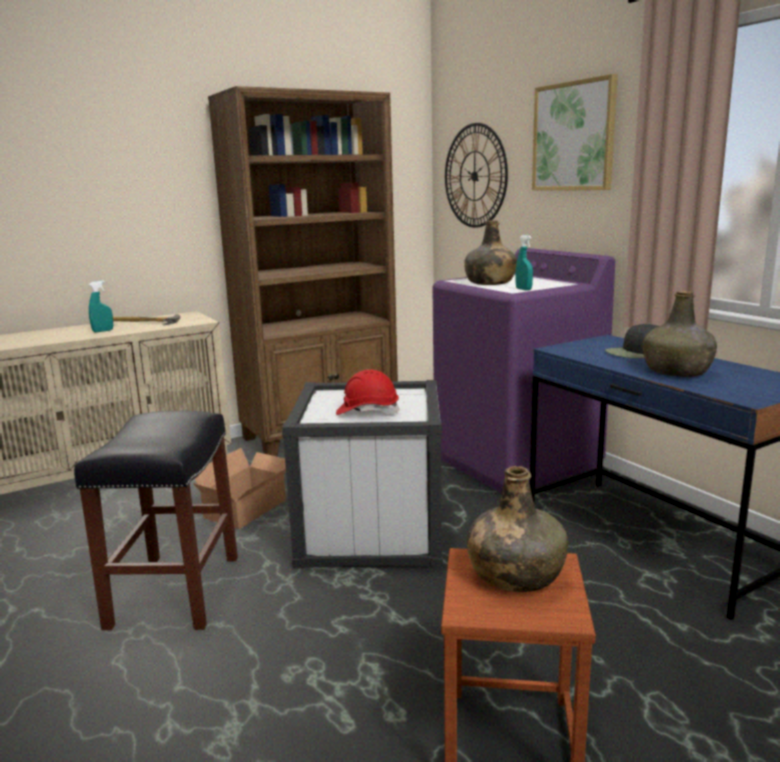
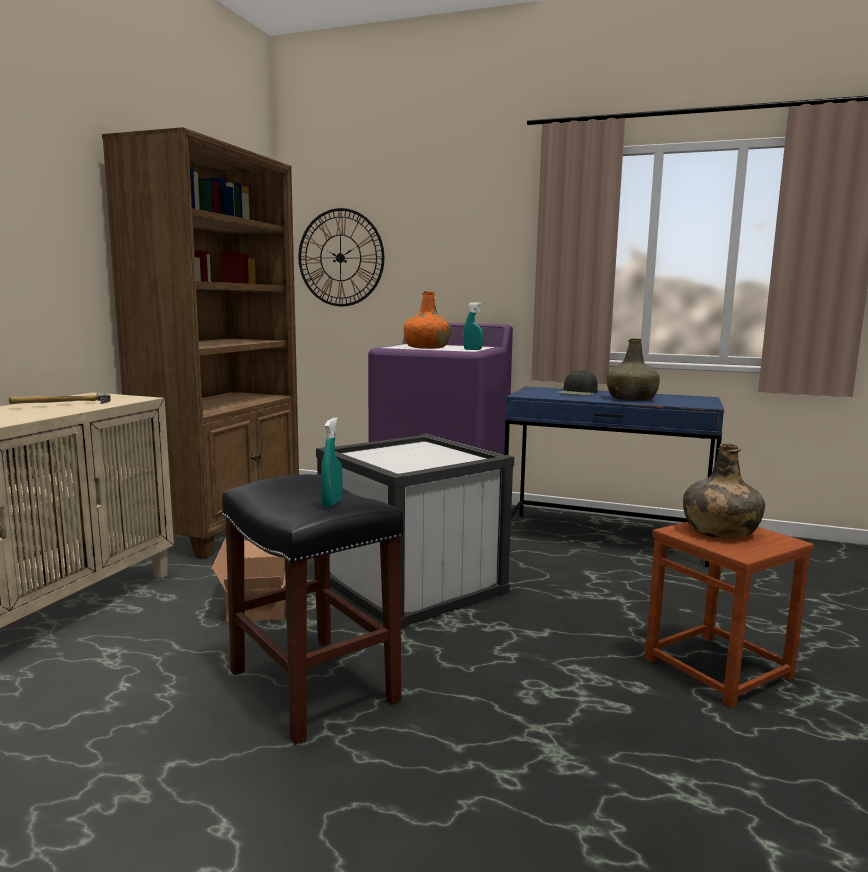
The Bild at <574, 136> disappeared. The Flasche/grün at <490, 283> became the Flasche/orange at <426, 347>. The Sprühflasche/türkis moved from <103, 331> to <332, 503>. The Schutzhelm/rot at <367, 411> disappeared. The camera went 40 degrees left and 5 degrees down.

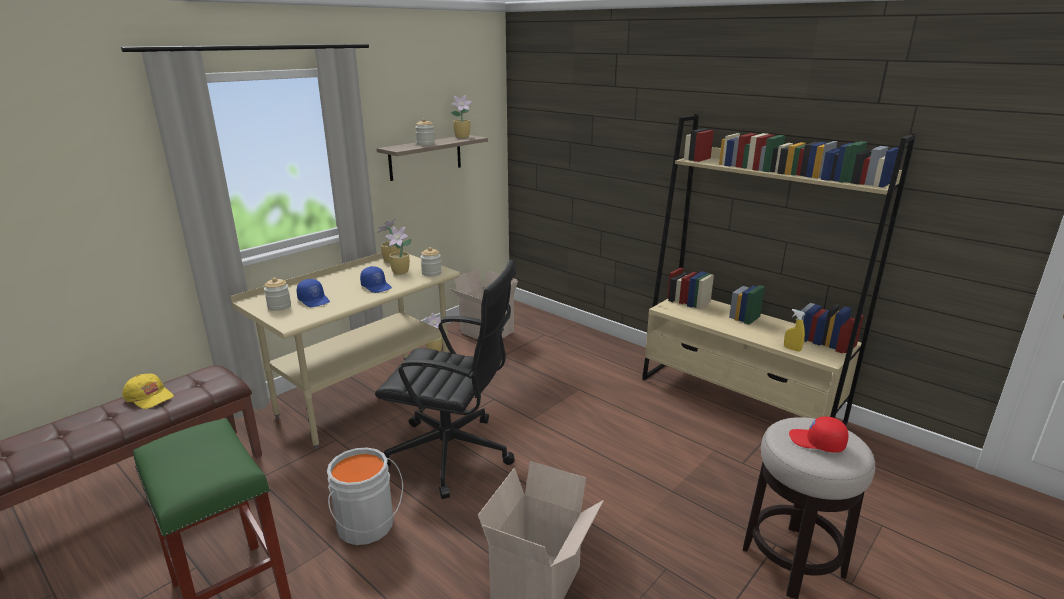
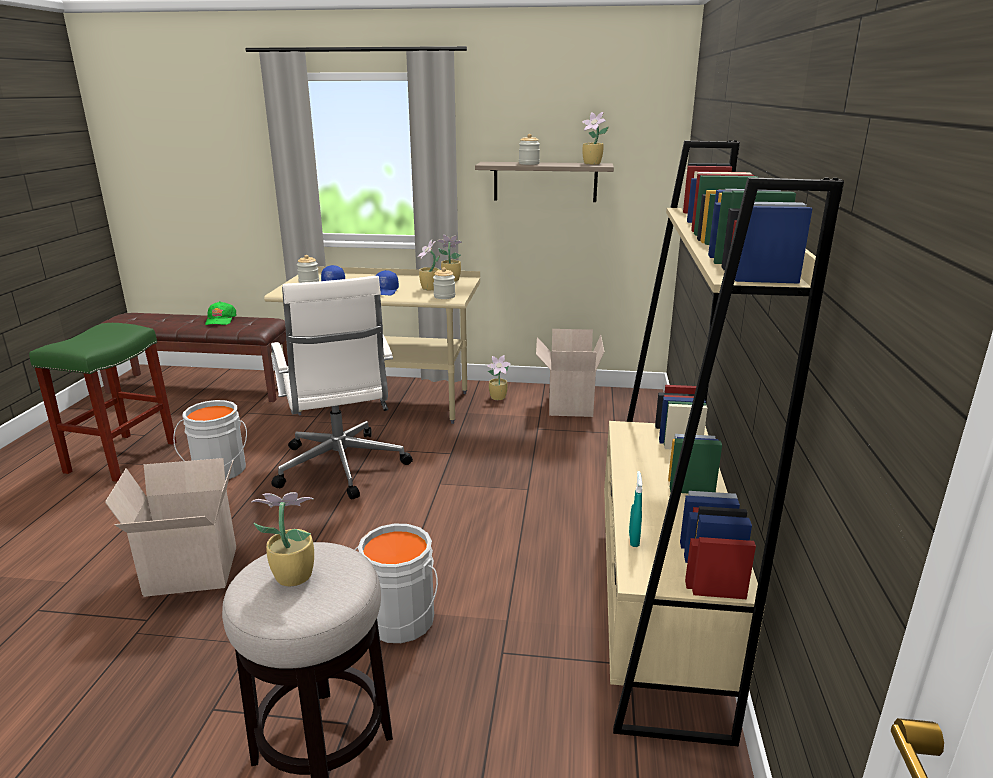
The Bürostuhl/schwarz at <453, 454> became the Bürostuhl/weiß at <341, 468>. The Sprühflasche/gelb at <792, 349> became the Sprühflasche/türkis at <634, 540>. The Kappe/gelb at <149, 397> became the Kappe/grün at <220, 320>. The Kappe/rot at <817, 442> was replaced by the Topfpflanze at <292, 576>. The Eimer/grau at <397, 622> appeared. The camera went 55 degrees right and 0 degrees up.

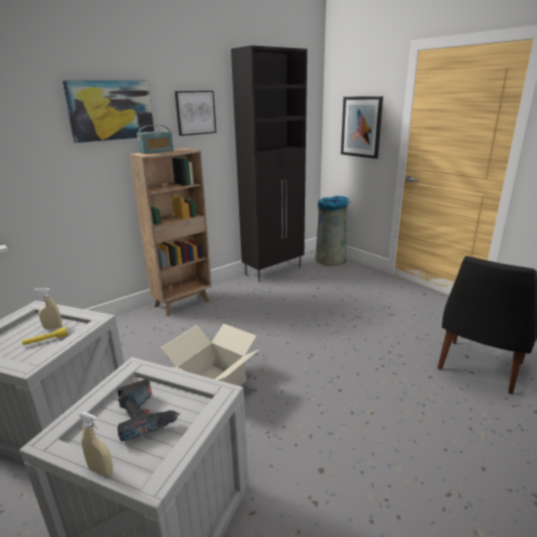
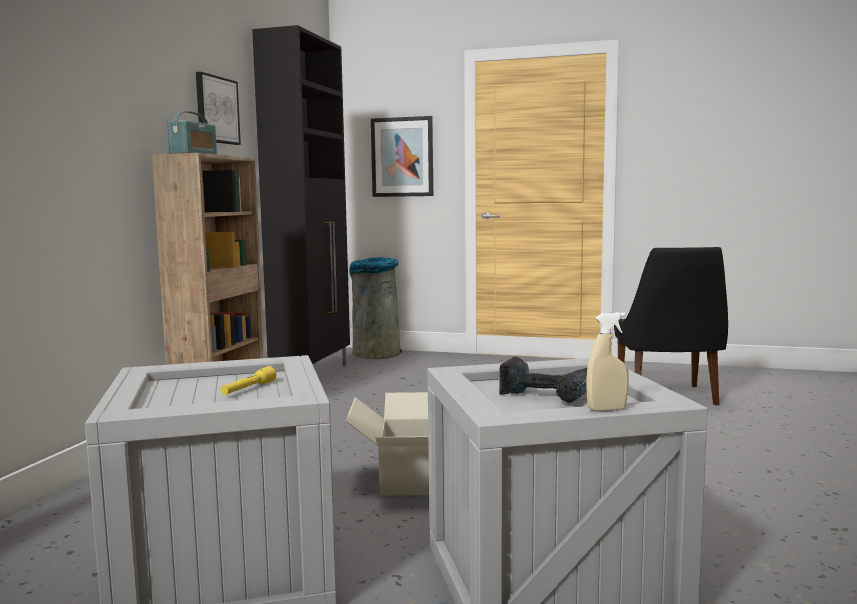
The Bild at <111, 110> disappeared. The Sprühflasche/beige at <52, 327> disappeared. The camera went 35 degrees left and 15 degrees down.

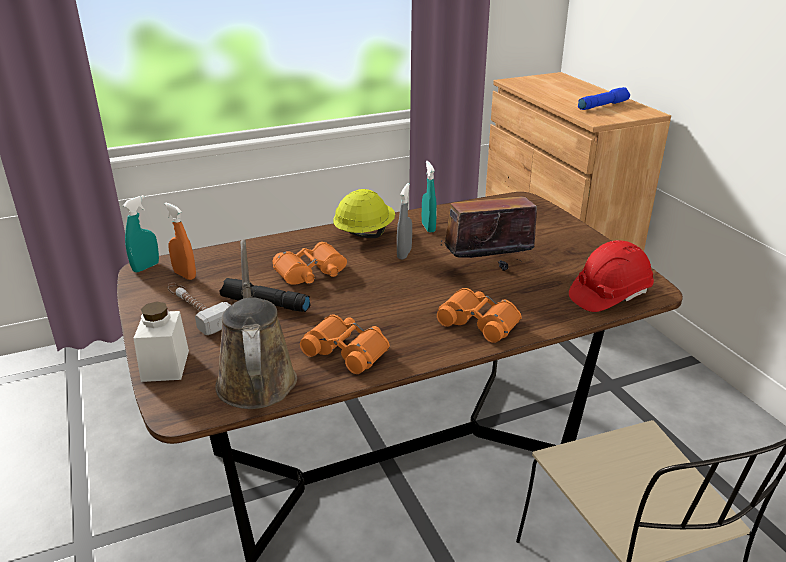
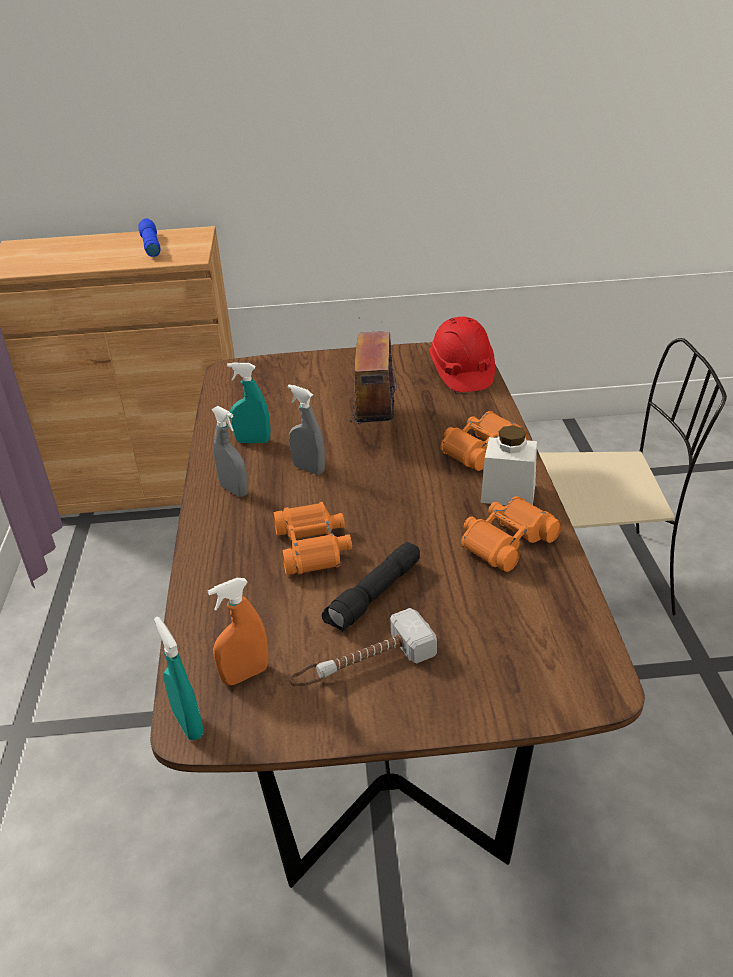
The Schutzhelm/gelb at <364, 234> was replaced by the Sprühflasche/grau at <234, 490>. The Gießkanne/braun at <256, 377> disappeared. The Vorratsglas/weiß moved from <165, 365> to <508, 493>. The camera went 70 degrees left and 5 degrees up.

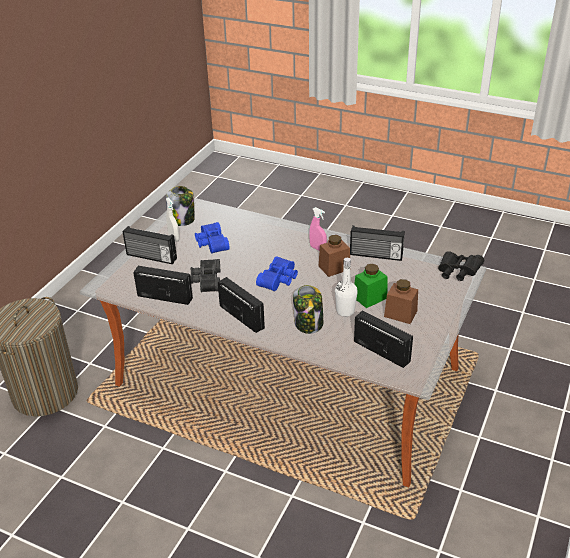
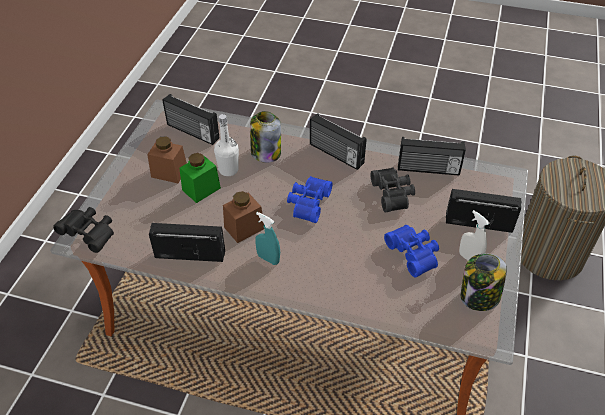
The Sprühflasche/rosa at <318, 248> became the Sprühflasche/türkis at <268, 259>. The camera went 170 degrees right and 10 degrees up.

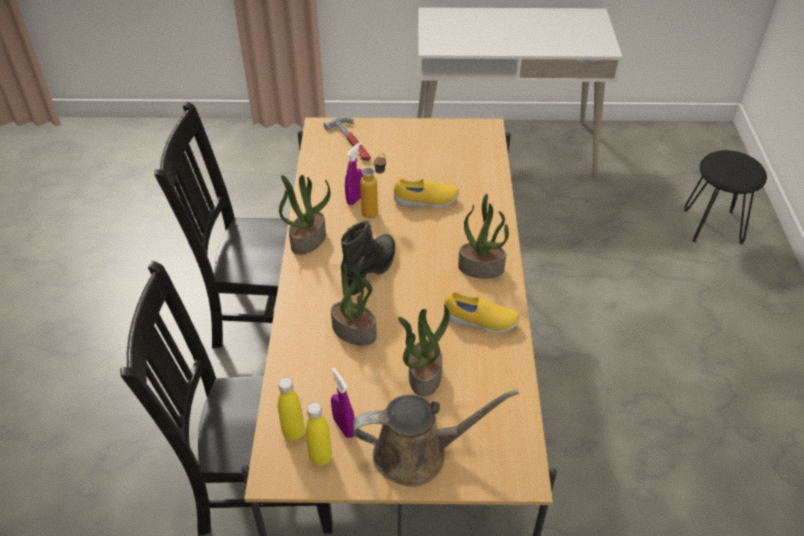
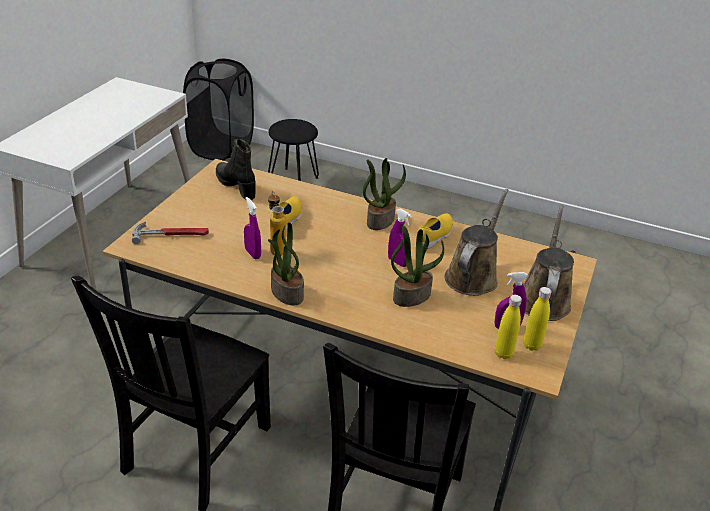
The Stiefel/schwarz moved from <370, 270> to <236, 186>. The Topfpflanze at <424, 375> was replaced by the Gießkanne/braun at <473, 276>. The Wäschekorb/schwarz at <221, 148> appeared. The Sprühflasche/lila at <397, 262> appeared. The camera went 70 degrees left and 10 degrees down.

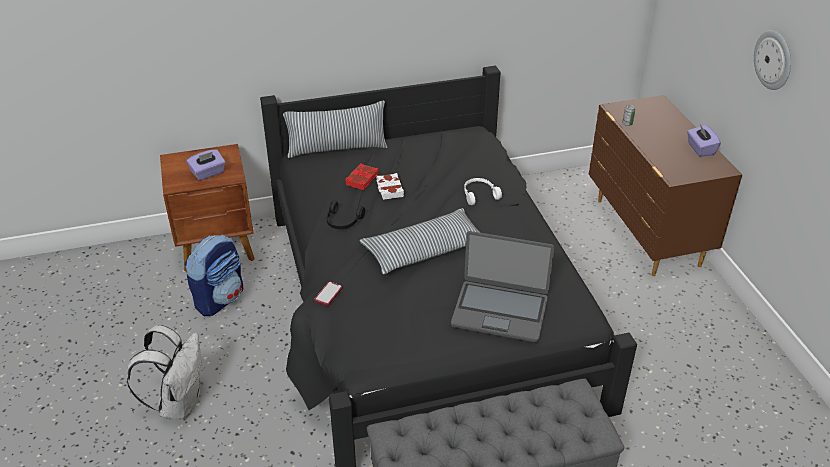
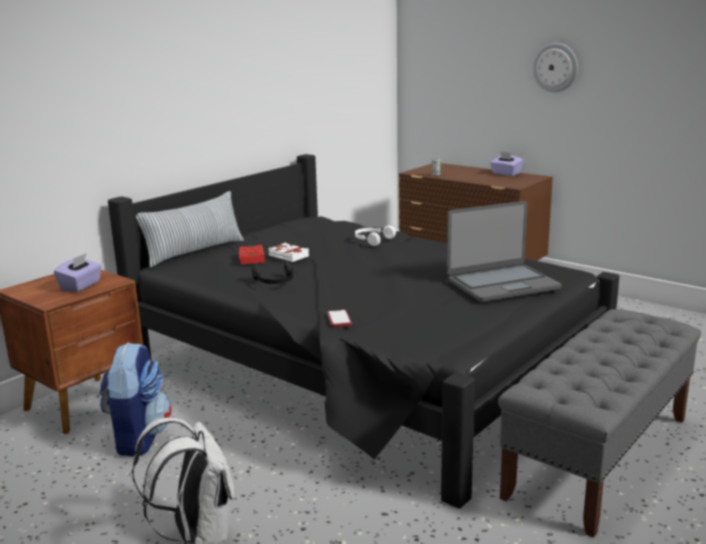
The Kissen at <424, 250> disappeared. The camera went 35 degrees left and 20 degrees down.

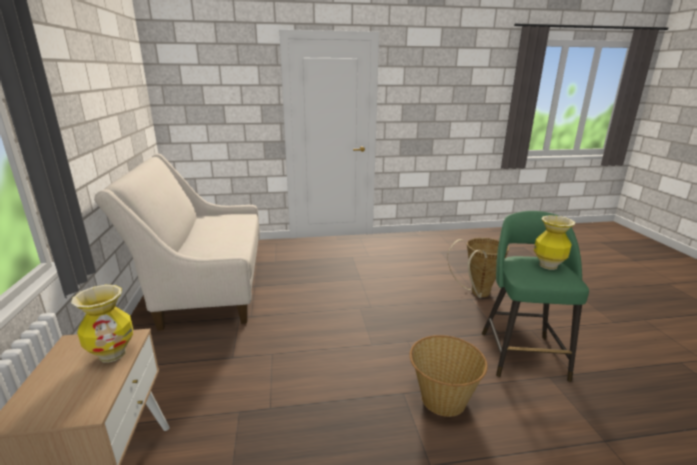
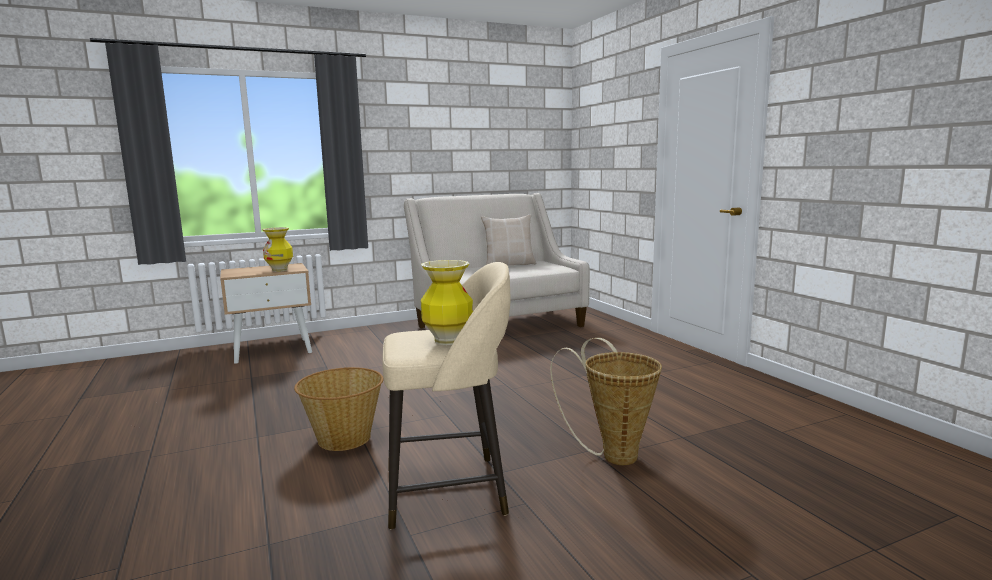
The Hocker/grün at <522, 353> became the Hocker/beige at <449, 490>. The Kissen/beige at <509, 264> appeared. The camera went 75 degrees right and 10 degrees down.

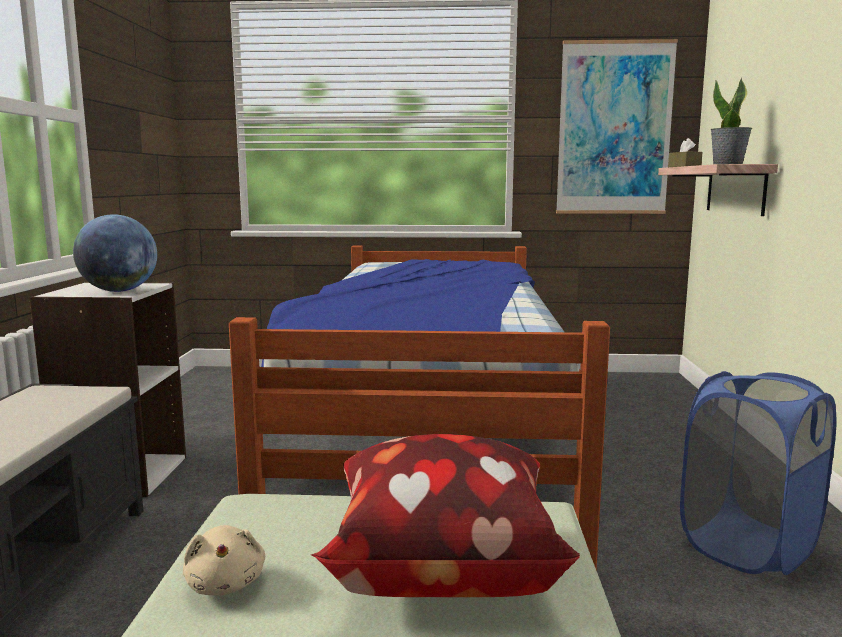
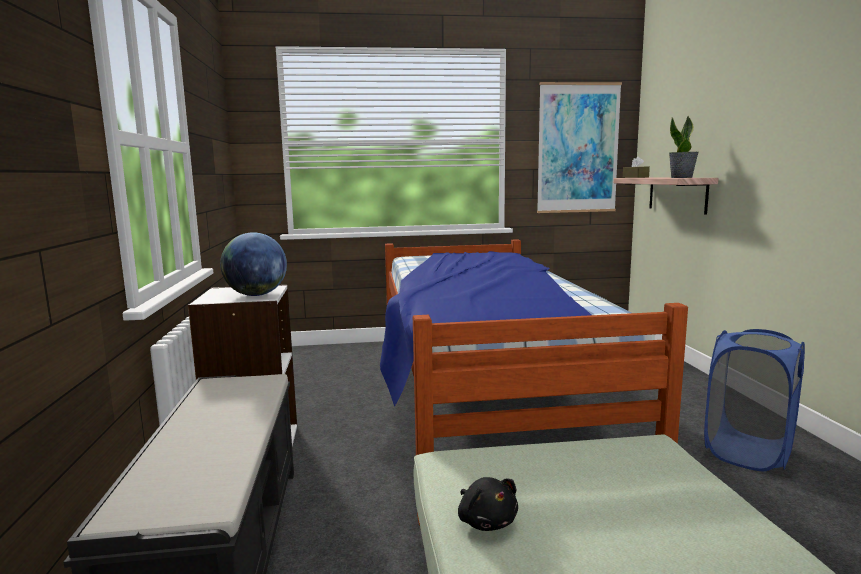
The Kissen at <441, 566> disappeared. The Plüschtier/beige at <226, 584> became the Plüschtier/schwarz at <486, 521>. The camera went 10 degrees left and 0 degrees up.

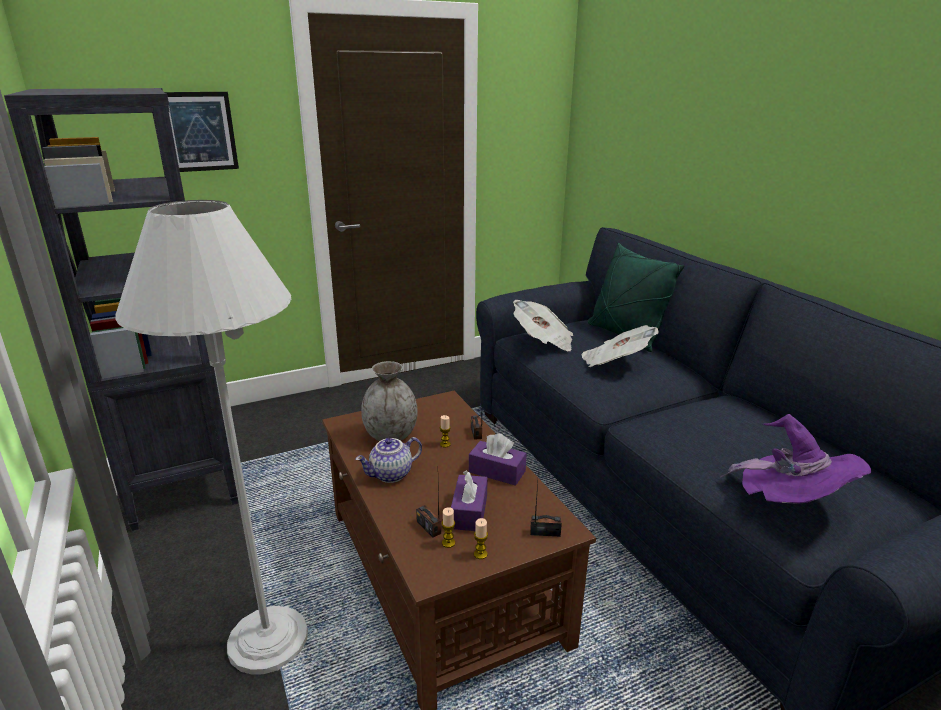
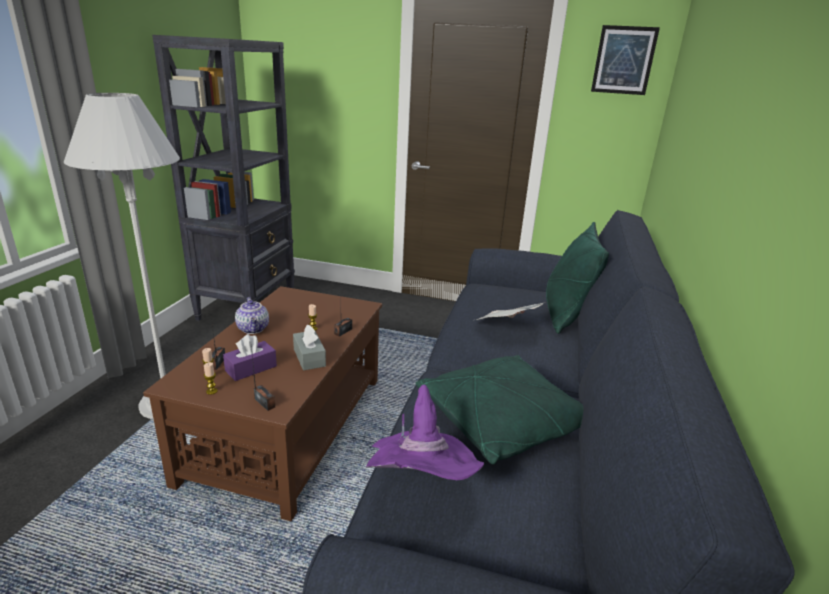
The Bild moved from <199, 132> to <624, 60>. The Zeitung at <543, 341> disappeared. The Vase/grau at <391, 436> disappeared. The Taschentuchbox/lila at <497, 471> became the Taschentuchbox/grau at <309, 357>. The Teekanne at <391, 475> turned 120 degrees counterclockwise. The Kissen/grün at <502, 422> appeared. The camera went 40 degrees right and 0 degrees up.

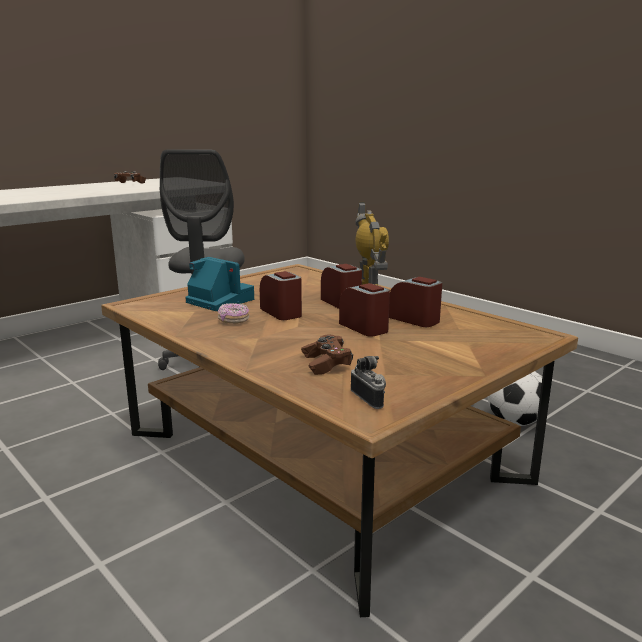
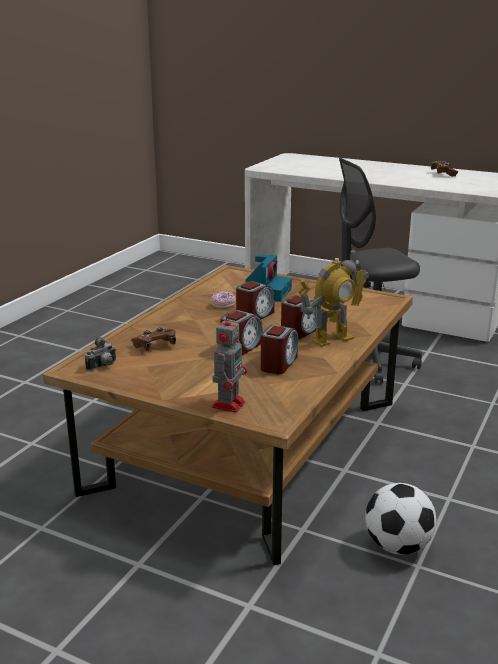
The Spielzeugroboter at <229, 404> appeared. The camera went 70 degrees right and 5 degrees up.

